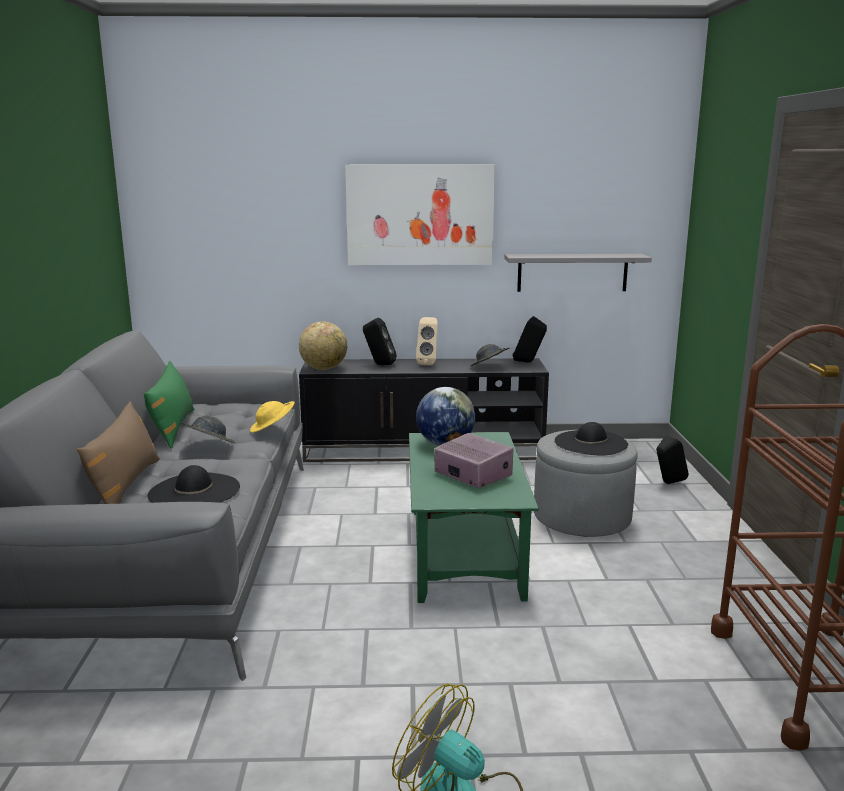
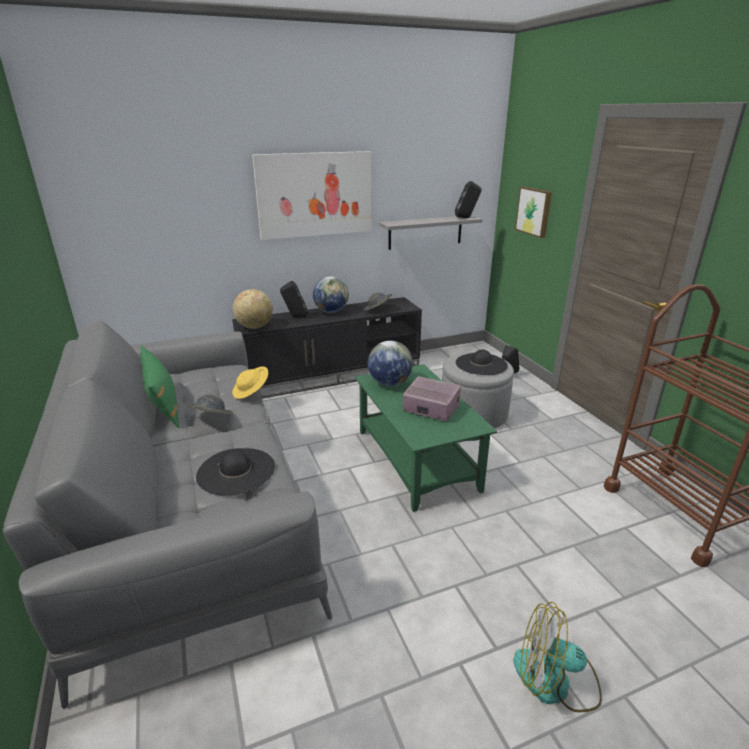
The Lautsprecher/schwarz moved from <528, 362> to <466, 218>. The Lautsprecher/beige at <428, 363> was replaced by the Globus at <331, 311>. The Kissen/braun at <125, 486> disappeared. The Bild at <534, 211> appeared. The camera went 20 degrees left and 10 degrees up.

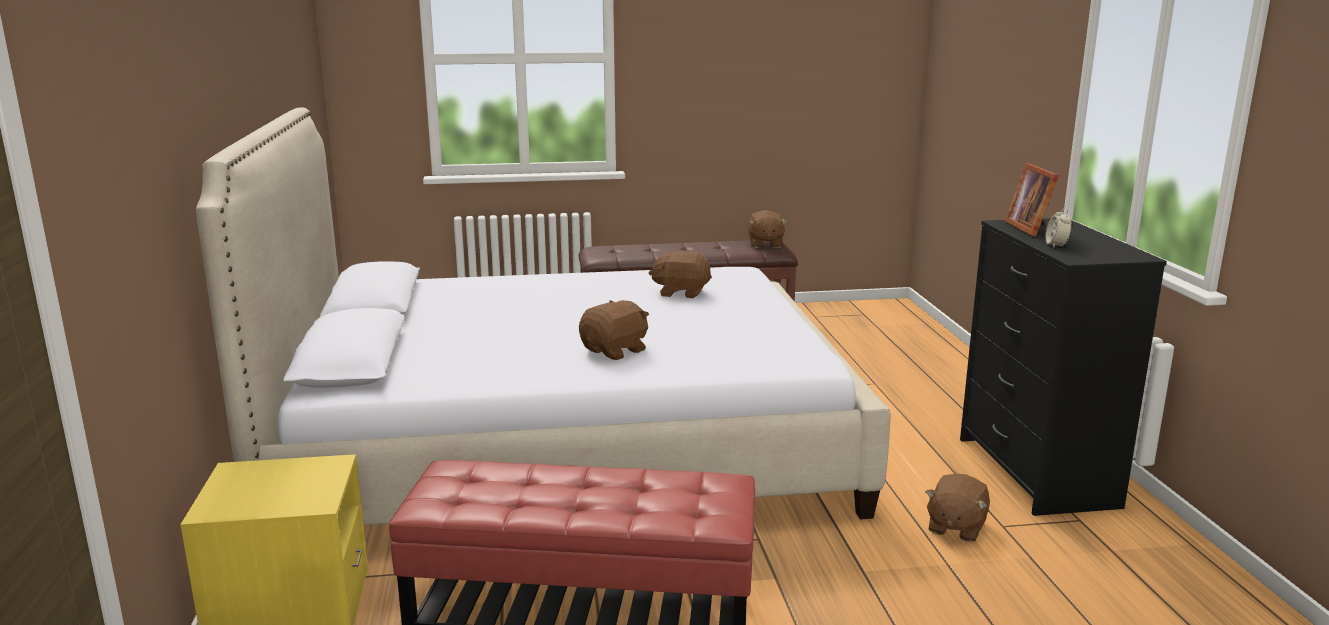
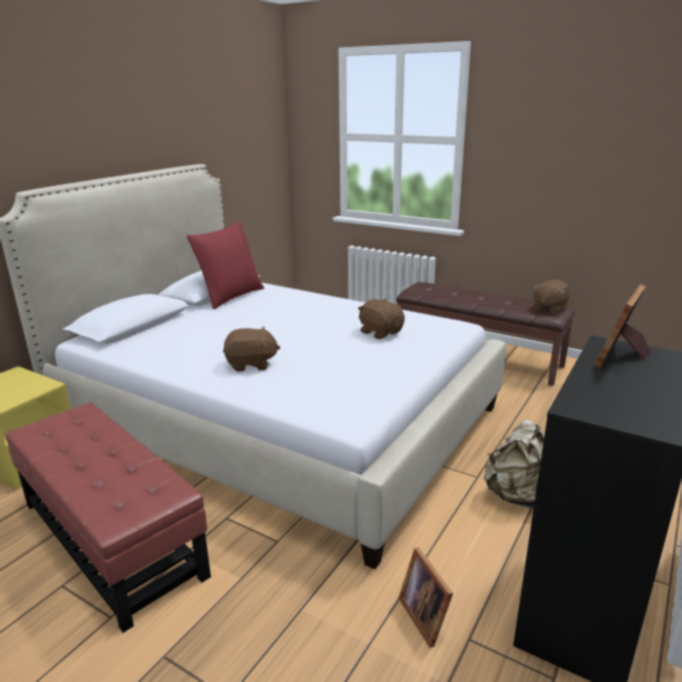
The Wecker at <1056, 245> disappeared. The Plüschtier/braun at <955, 527> was replaced by the Bilderrahmen at <426, 615>. The Kissen/rot at <230, 296> appeared. The Rucksack/beige at <517, 496> appeared. The camera went 40 degrees right and 5 degrees up.

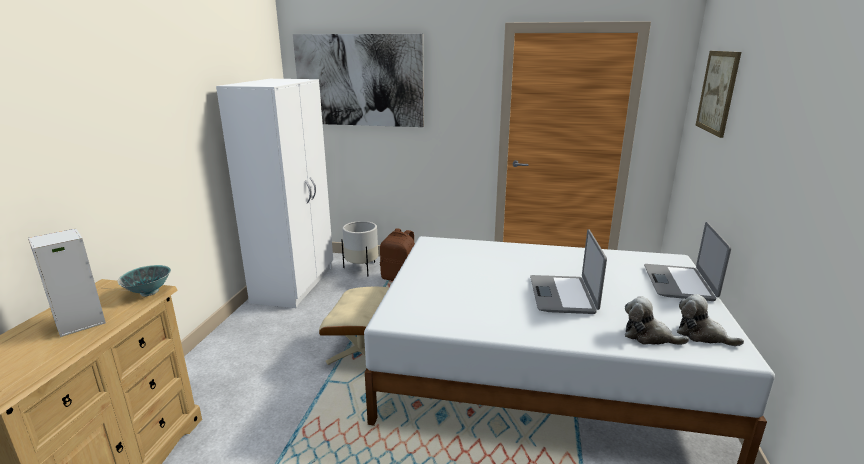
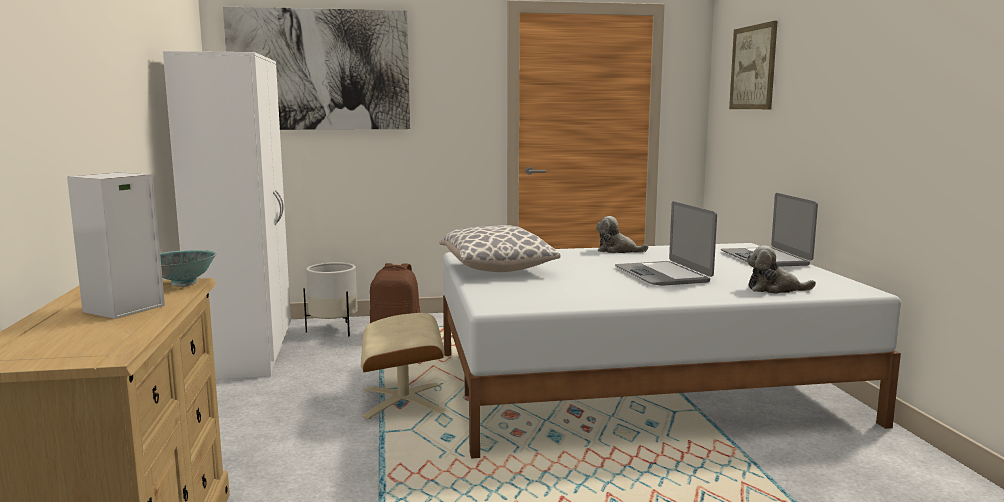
The Plüschtier moved from <702, 335> to <617, 251>. The Kissen at <497, 269> appeared. The camera went 20 degrees left and 10 degrees down.

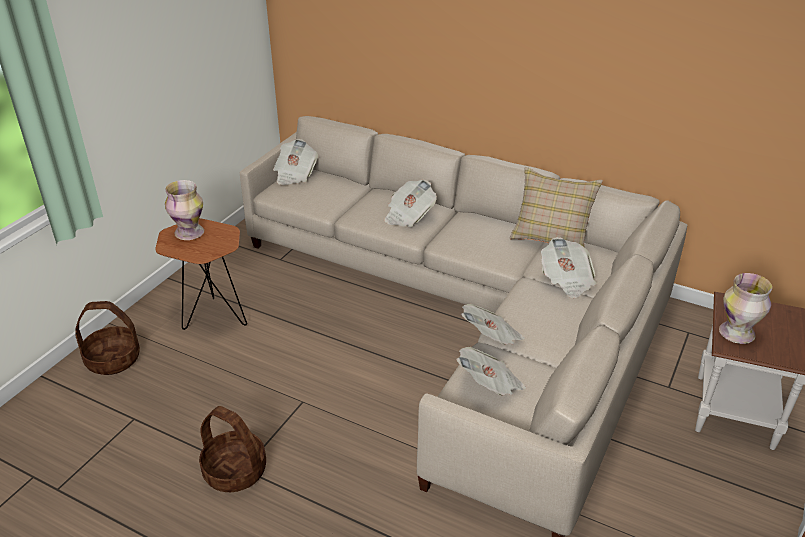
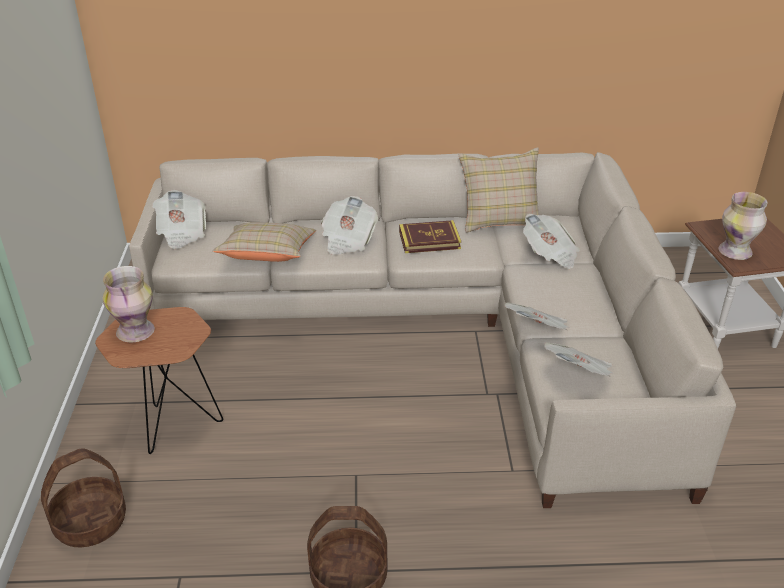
The Buch at <429, 240> appeared. The Kissen/beige at <267, 256> appeared. The camera went 30 degrees left and 0 degrees up.

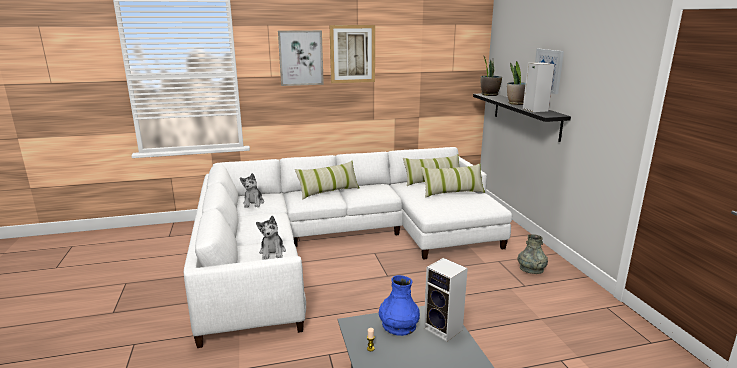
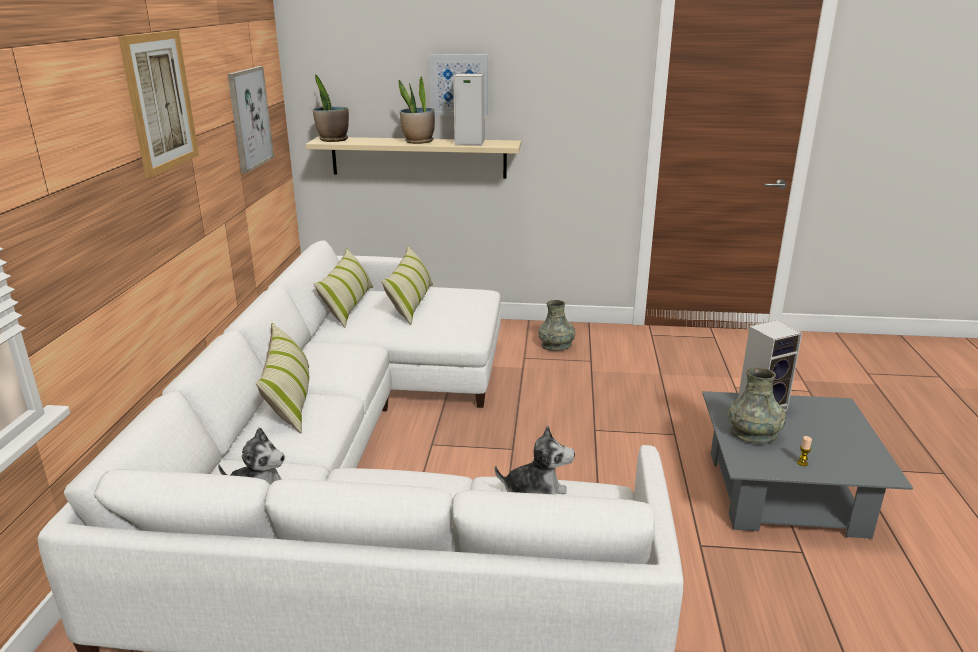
The Bild moved from <301, 58> to <249, 118>. The Wandregal/schwarz at <525, 115> became the Wandregal/beige at <418, 157>. The Vase/blau at <398, 326> became the Vase/grau at <753, 434>. The camera went 70 degrees left and 5 degrees up.

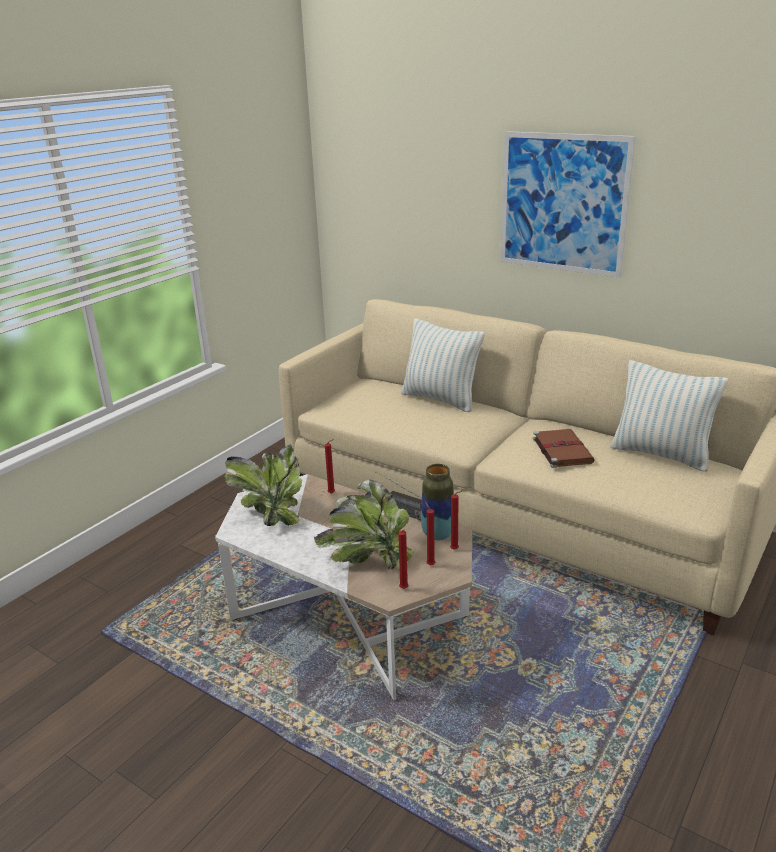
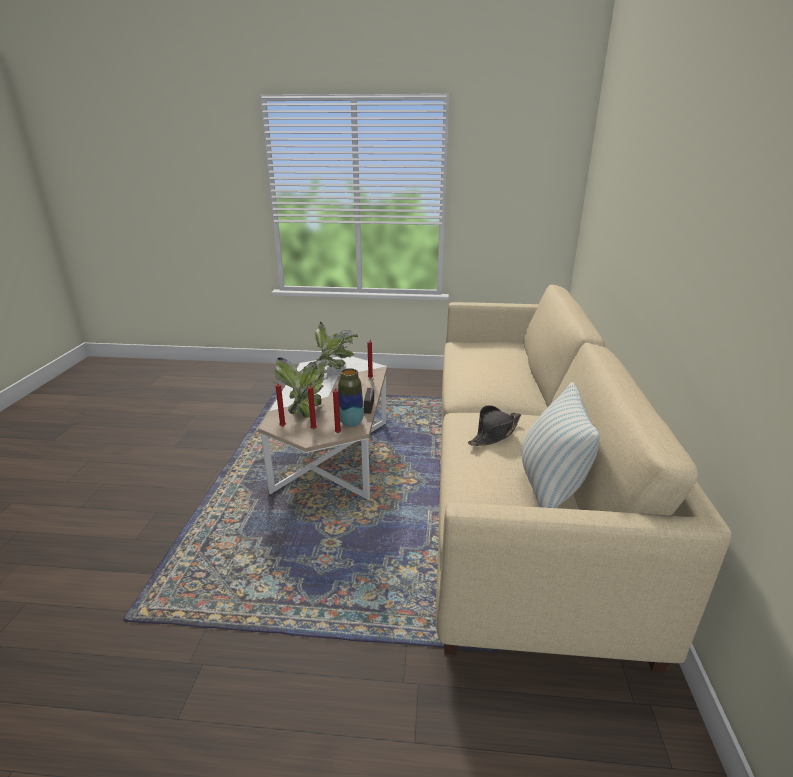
The Bild at <563, 203> disappeared. The Kissen at <440, 399> disappeared. The Buch/braun at <561, 450> was replaced by the Hut/schwarz at <494, 434>. The camera went 60 degrees right and 0 degrees up.

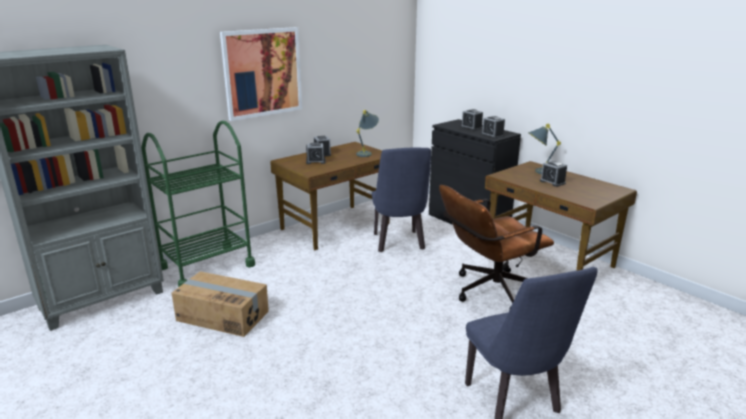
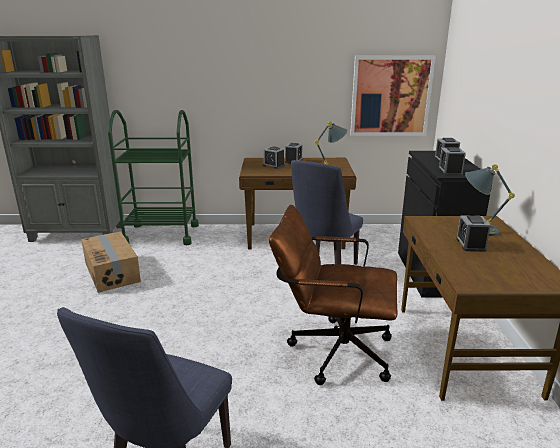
The Bild moved from <262, 73> to <391, 96>. The camera went 40 degrees right and 0 degrees up.

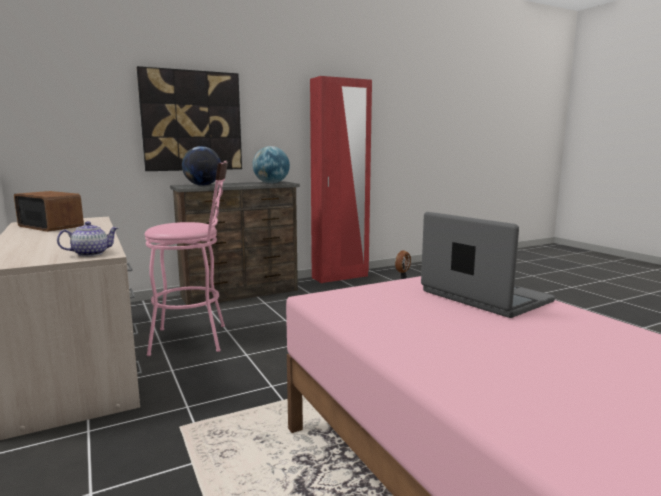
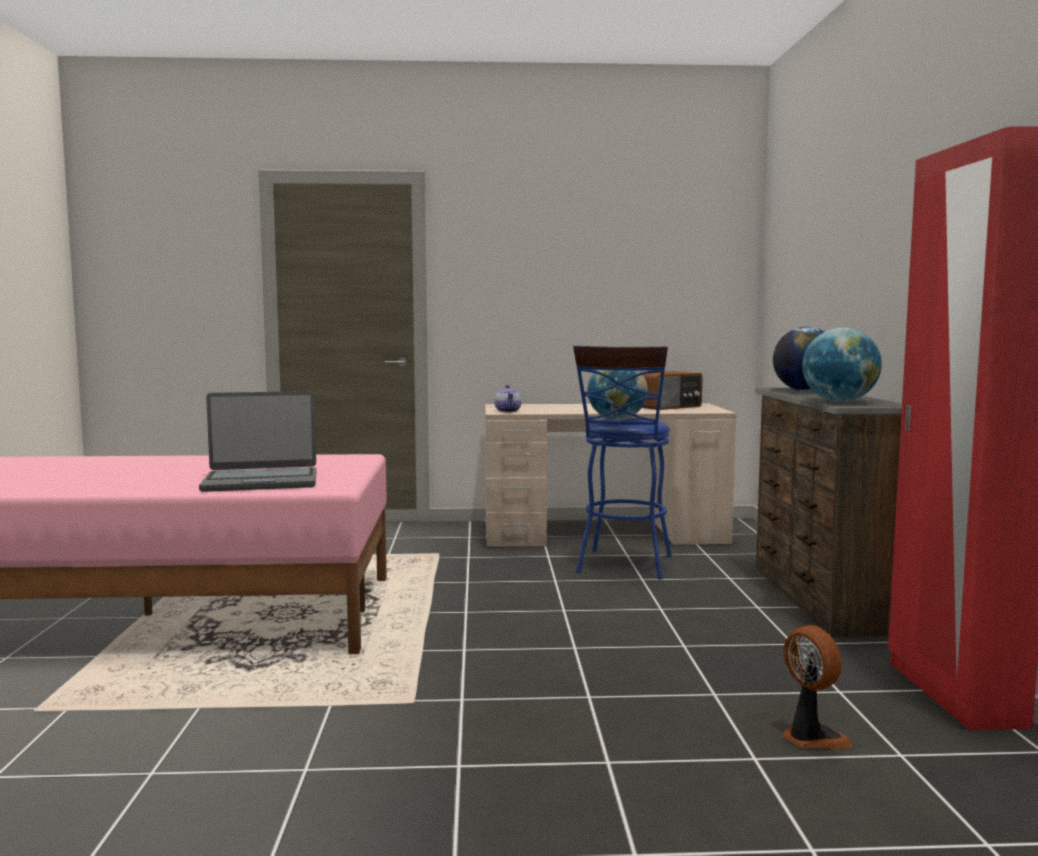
The Bild at <192, 121> disappeared. The Hocker/rosa at <197, 339> became the Hocker/blau at <624, 566>. The Globus at <617, 420> appeared. The camera went 115 degrees right and 5 degrees down.

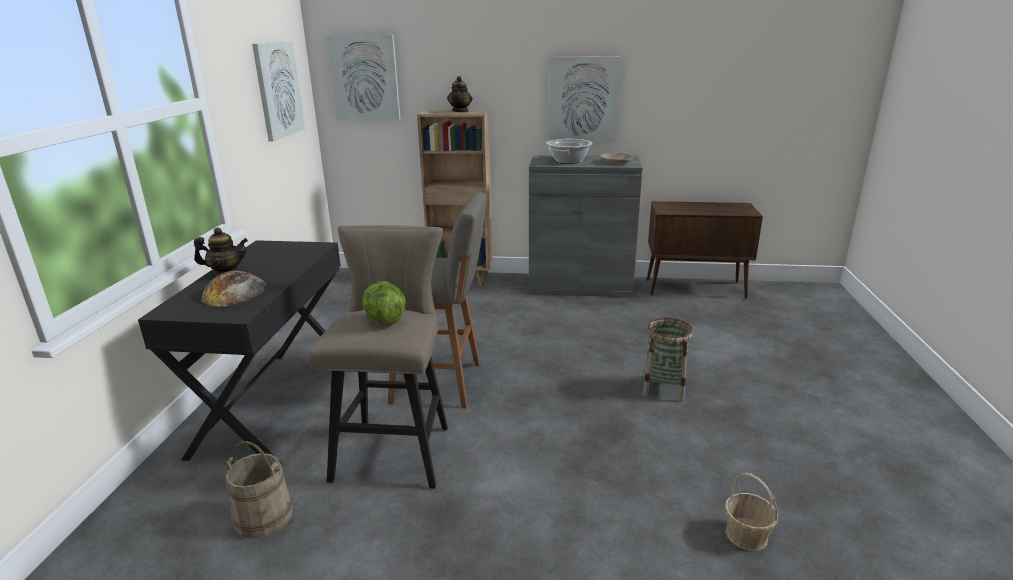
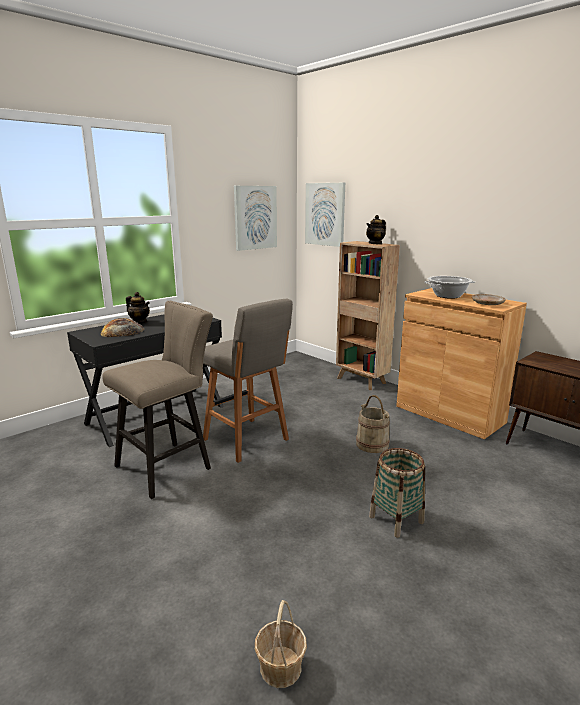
The Bild at <583, 100> disappeared. The Schrank/grau at <580, 285> became the Schrank/braun at <449, 414>. The Salatkopf at <384, 320> disappeared. The Eimer/beige moved from <264, 516> to <372, 444>. The camera went 40 degrees right and 5 degrees down.

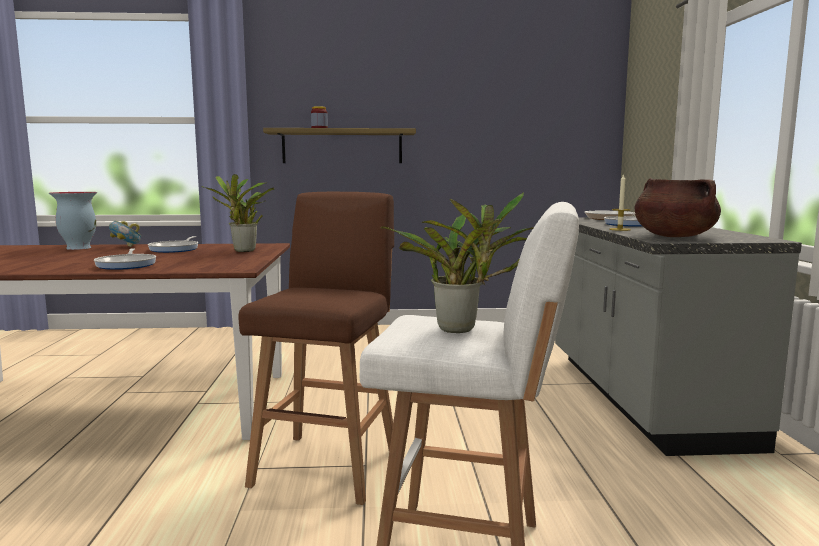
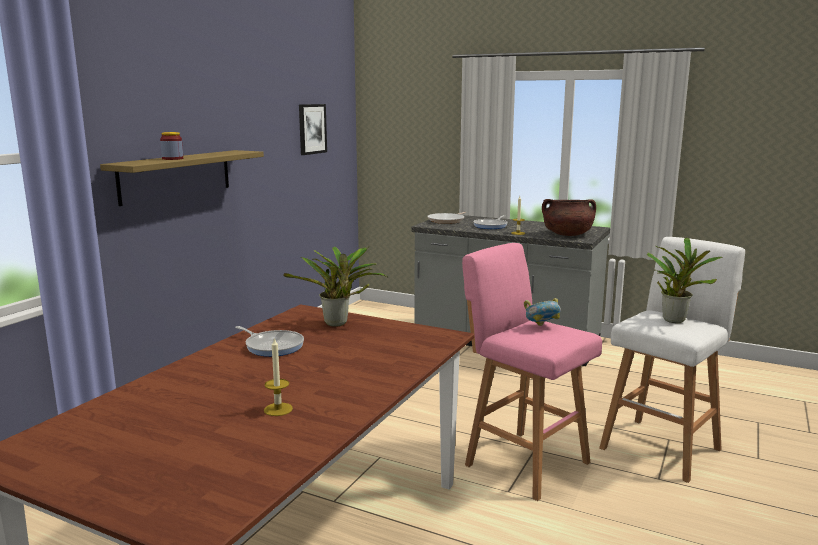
The Vase at <78, 248> disappeared. The Hocker/braun at <328, 464> became the Hocker/rosa at <523, 462>. The Schüssel moved from <126, 247> to <542, 326>. The Pfanne at <127, 265> disappeared. The Bild at <312, 129> appeared. The Kerze at <278, 409> appeared. The camera went 60 degrees left and 5 degrees up.

